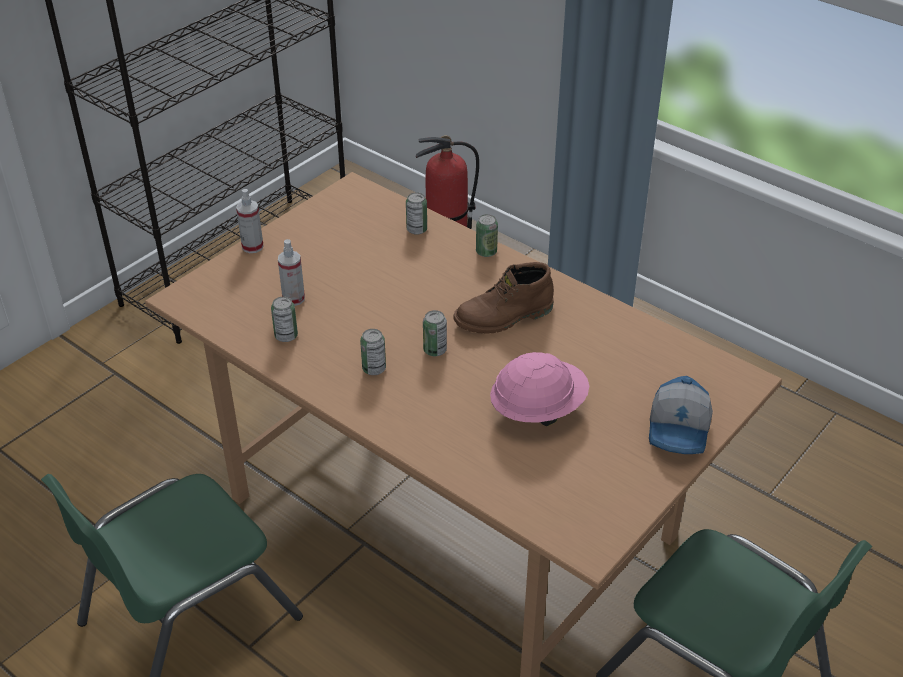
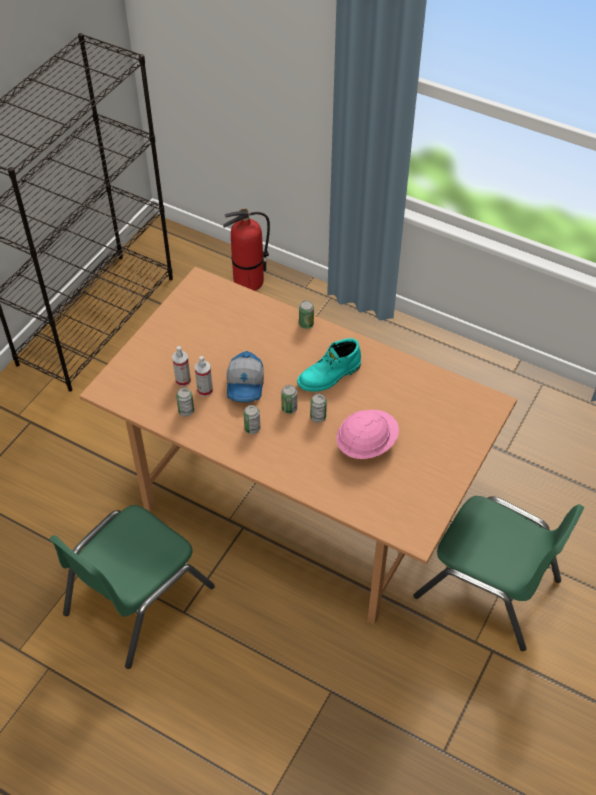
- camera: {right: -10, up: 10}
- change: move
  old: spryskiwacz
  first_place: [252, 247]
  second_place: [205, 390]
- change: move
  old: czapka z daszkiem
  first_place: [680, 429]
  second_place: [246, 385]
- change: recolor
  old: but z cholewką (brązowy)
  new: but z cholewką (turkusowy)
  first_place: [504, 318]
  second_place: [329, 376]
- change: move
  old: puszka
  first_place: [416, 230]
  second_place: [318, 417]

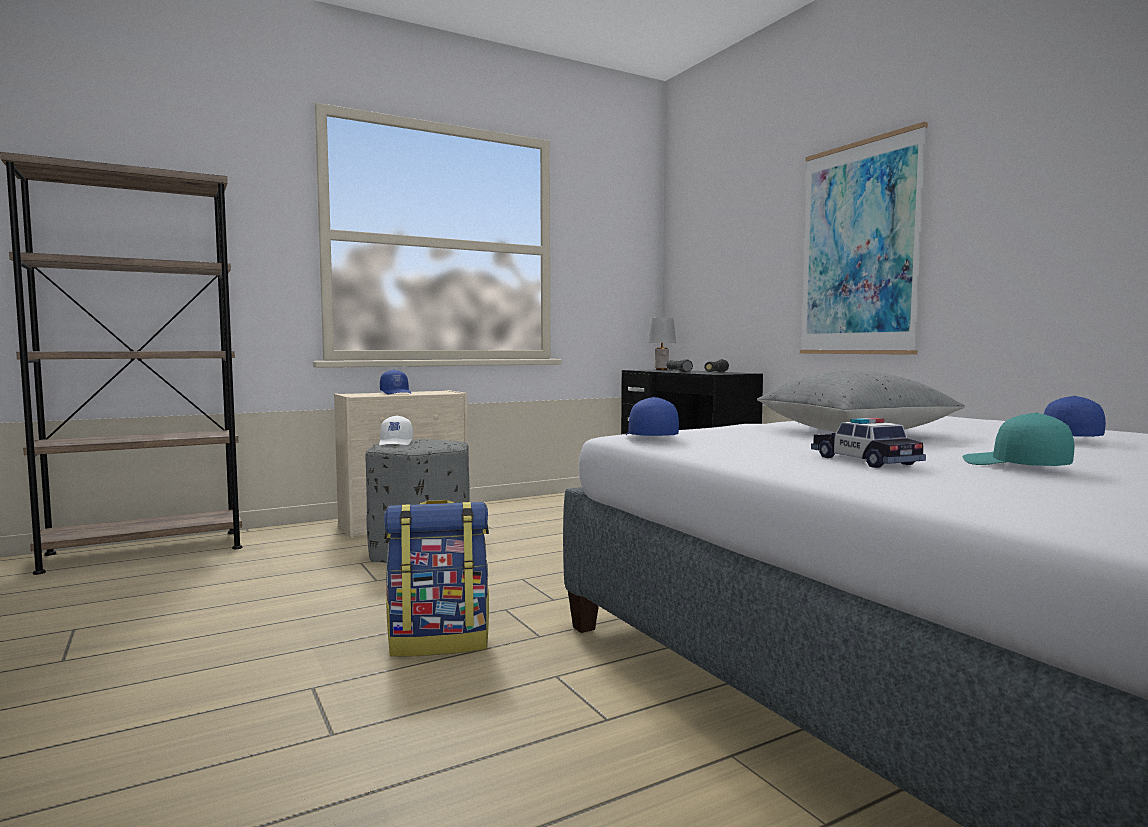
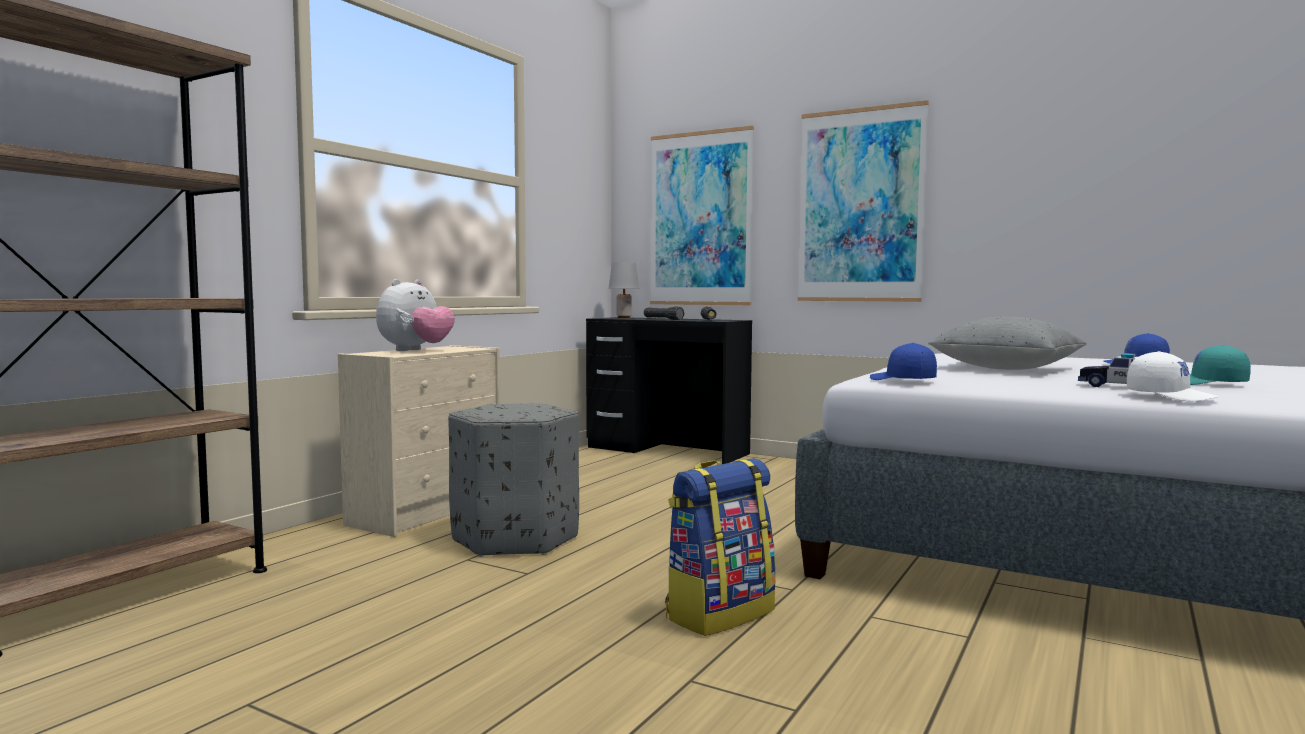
- camera: {right: -30, up: 0}
- change: replace
  old: czapka z daszkiem (niebieski)
  new: pluszak
  first_place: [396, 393]
  second_place: [415, 350]
- change: insert
  new: obraz
  second_place: [700, 219]
- change: move
  old: czapka z daszkiem (biały)
  first_place: [396, 443]
  second_place: [1170, 396]

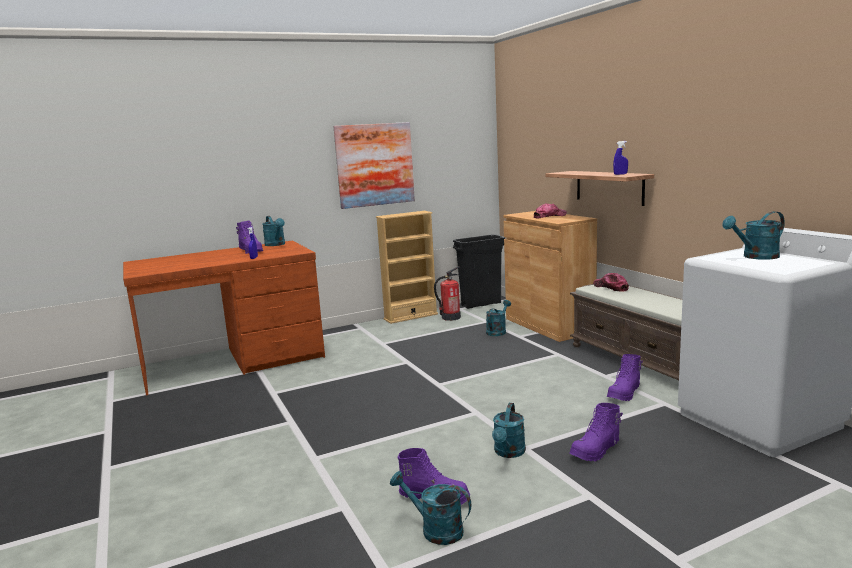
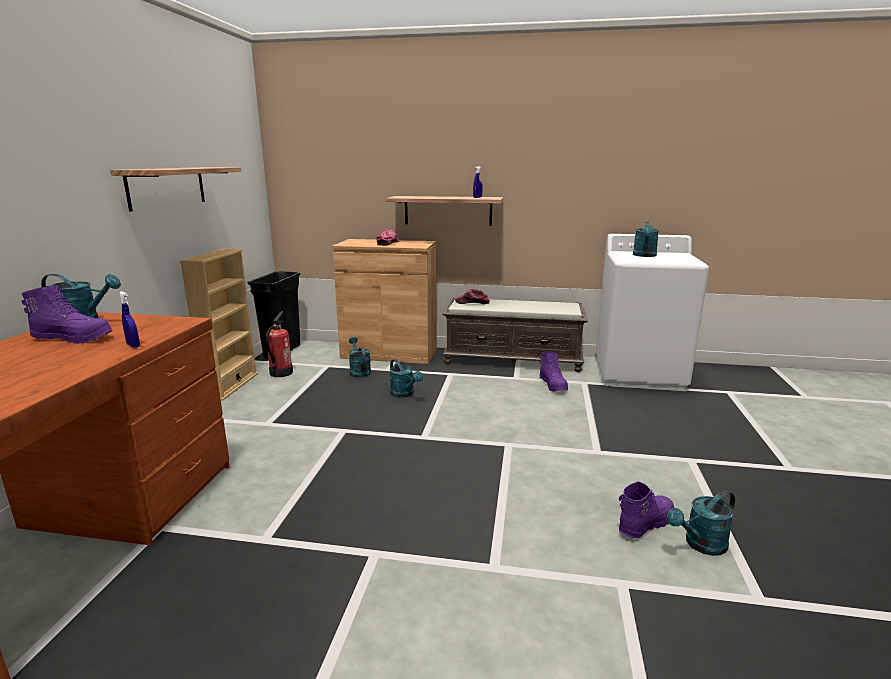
- camera: {right: -55, up: 5}
- change: replace
  old: obraz
  new: półka
  first_place: [375, 165]
  second_place: [167, 187]
- change: move
  old: konewka (turkusowy)
  first_place: [508, 453]
  second_place: [404, 394]
- change: delete
  old: but z cholewką (fioletowy)
  first_place: [596, 451]

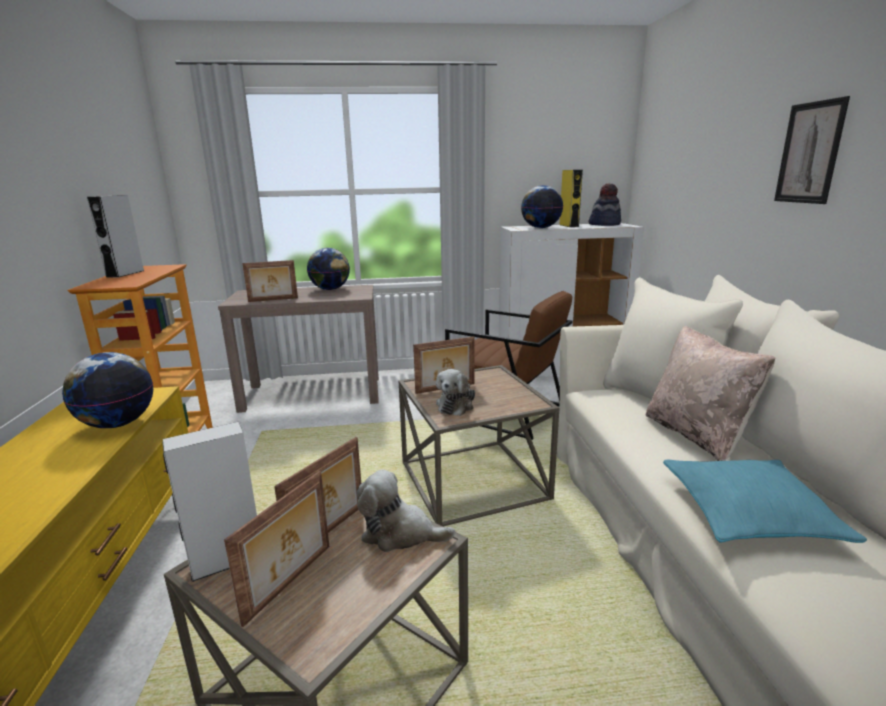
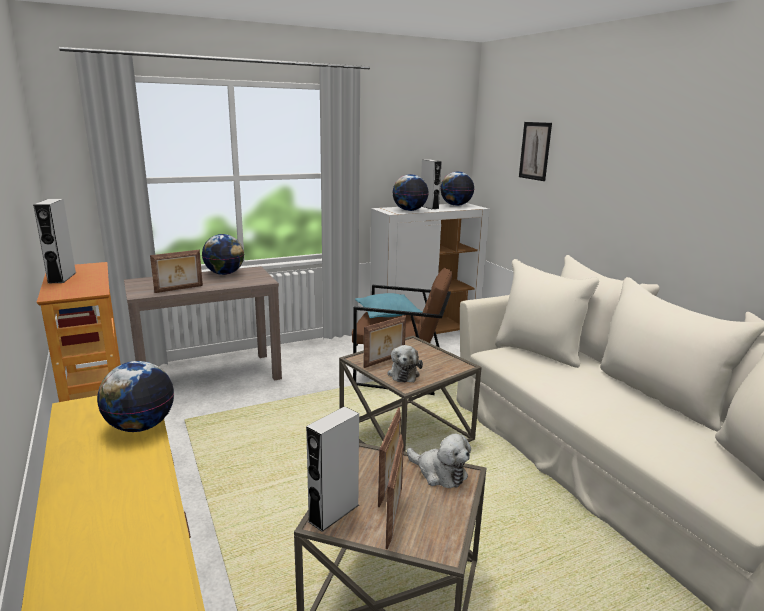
- camera: {right: -20, up: 0}
- change: move
  old: poduszka (turkusowy)
  first_place: [748, 513]
  second_place: [387, 314]
- change: rotate
  old: pluszak
  first_place: [400, 533]
  second_place: [439, 473]
  degrees: -135
- change: recolor
  old: głośnik (żółty)
  new: głośnik (szary)
  first_place: [569, 225]
  second_place: [429, 207]
- change: replace
  old: kapelusz
  new: globus
  first_place: [604, 224]
  second_place: [456, 205]
- change: move
  old: obraz
  first_place: [809, 153]
  second_place: [535, 151]
- change: delete
  old: poduszka (beżowy)
  first_place: [696, 435]

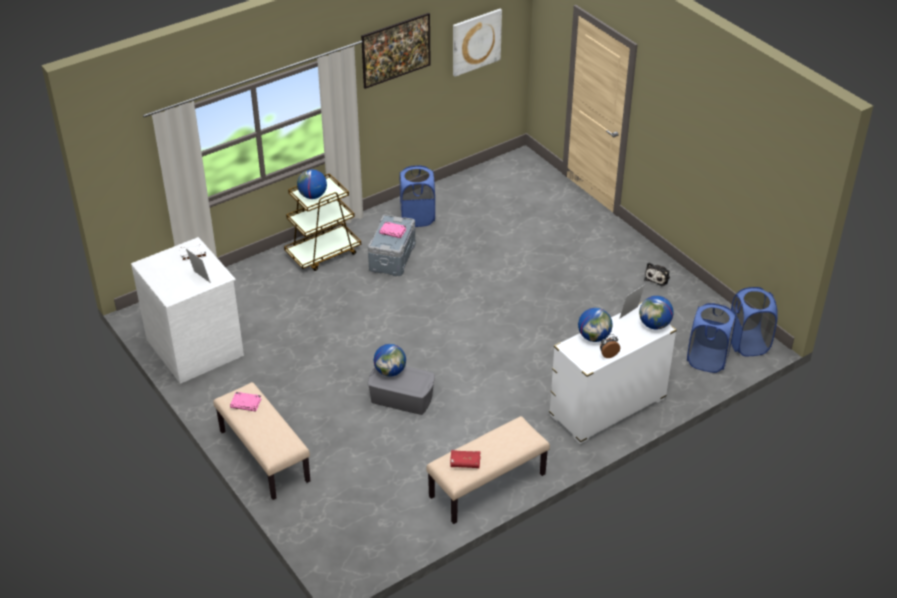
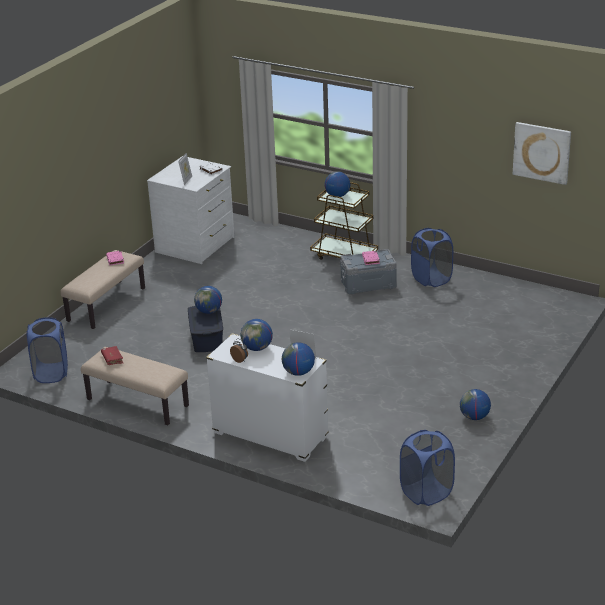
- camera: {right: 65, up: -10}
- change: move
  old: kosz na pranie (niebieski)
  first_place: [707, 360]
  second_place: [51, 373]
- change: recolor
  old: pojemnik do przechowywania (szary)
  new: pojemnik do przechowywania (niebieski)
  first_place: [402, 398]
  second_place: [206, 338]
- change: replace
  old: pluszak
  new: globus
  first_place: [658, 278]
  second_place: [474, 417]
- change: delete
  old: obraz
  first_place: [396, 63]

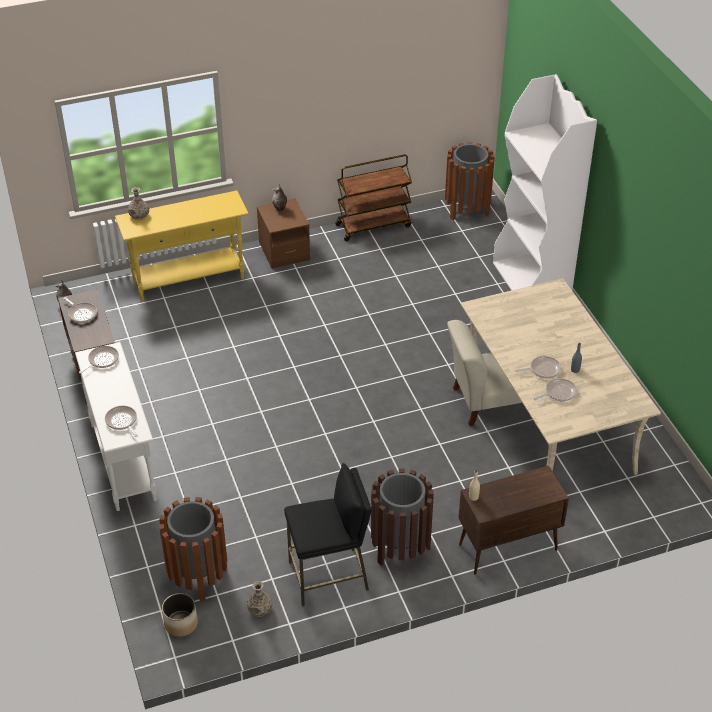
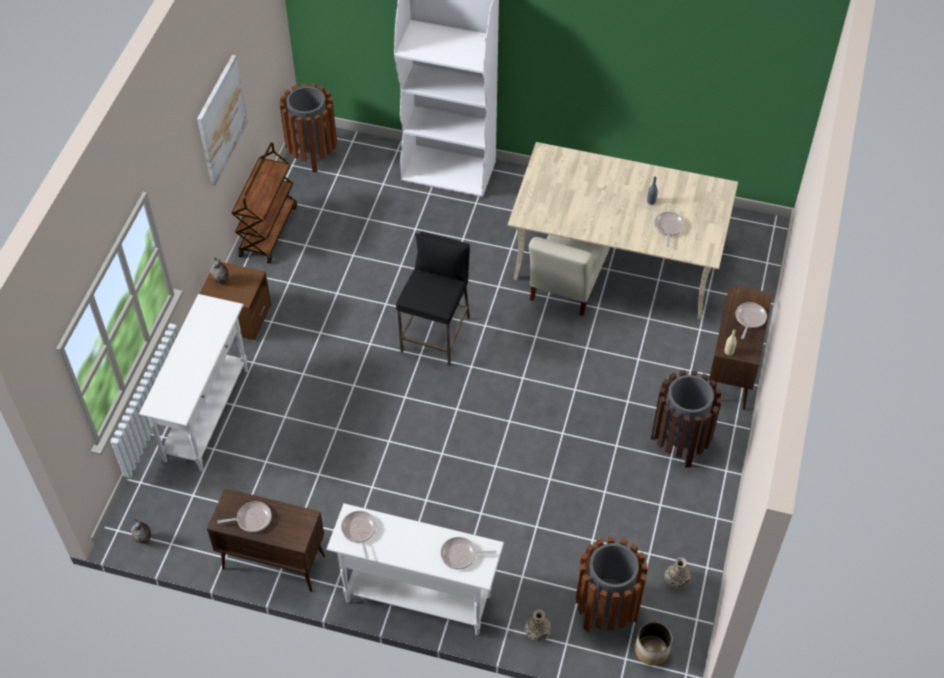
- camera: {right: -55, up: 10}
- change: recolor
  old: stolik konsolowy (żółty)
  new: stolik konsolowy (biały)
  first_place: [189, 280]
  second_place: [207, 414]
- change: insert
  new: obraz
  second_place: [221, 120]
- change: move
  old: stołek (czarny)
  first_place: [329, 576]
  second_place: [436, 334]
- change: move
  old: wazon
  first_place: [139, 215]
  second_place: [537, 632]
- change: move
  old: patelnia
  first_place: [543, 369]
  second_place: [749, 319]

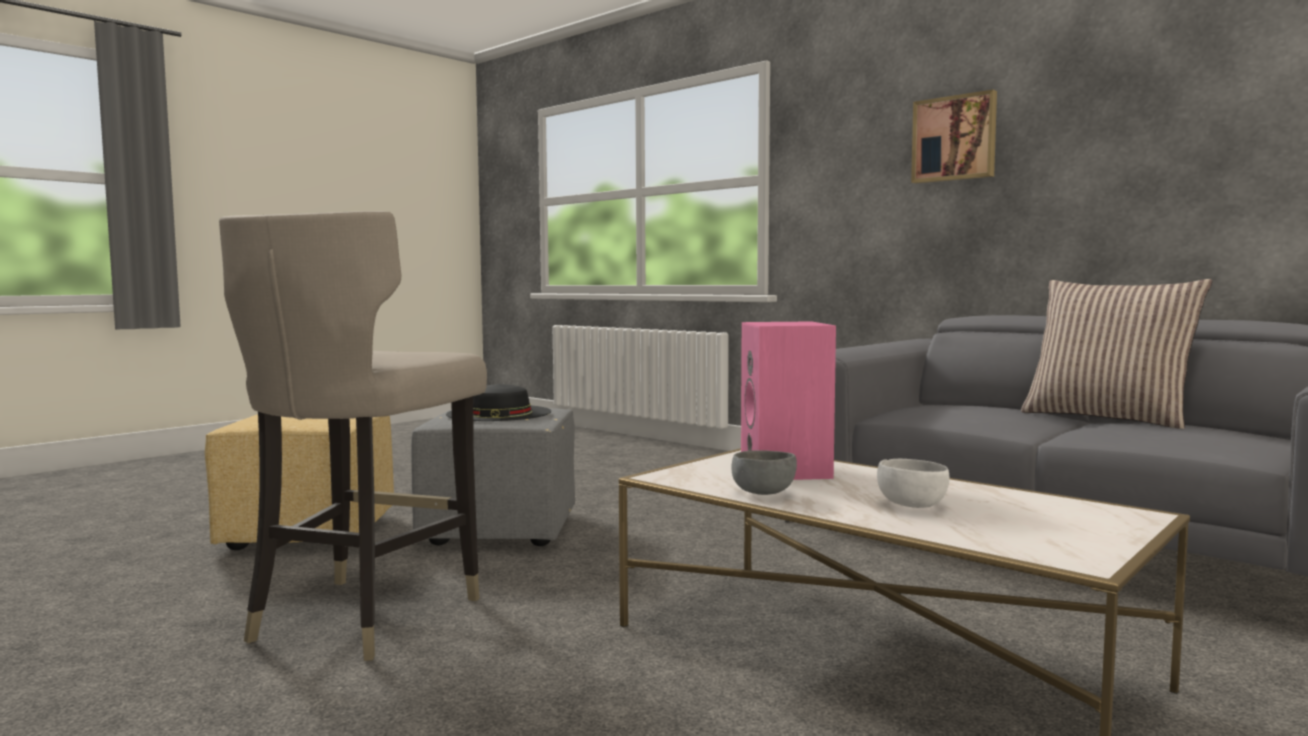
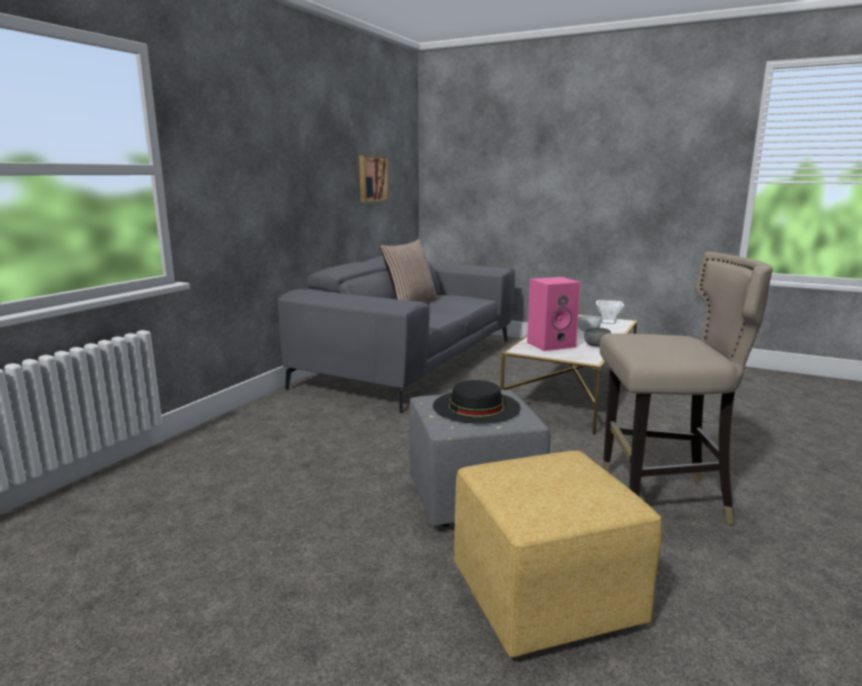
- camera: {right: -105, up: 10}
- change: move
  old: obraz
  first_place: [954, 138]
  second_place: [372, 179]
- change: insert
  new: miska
  second_place: [607, 322]

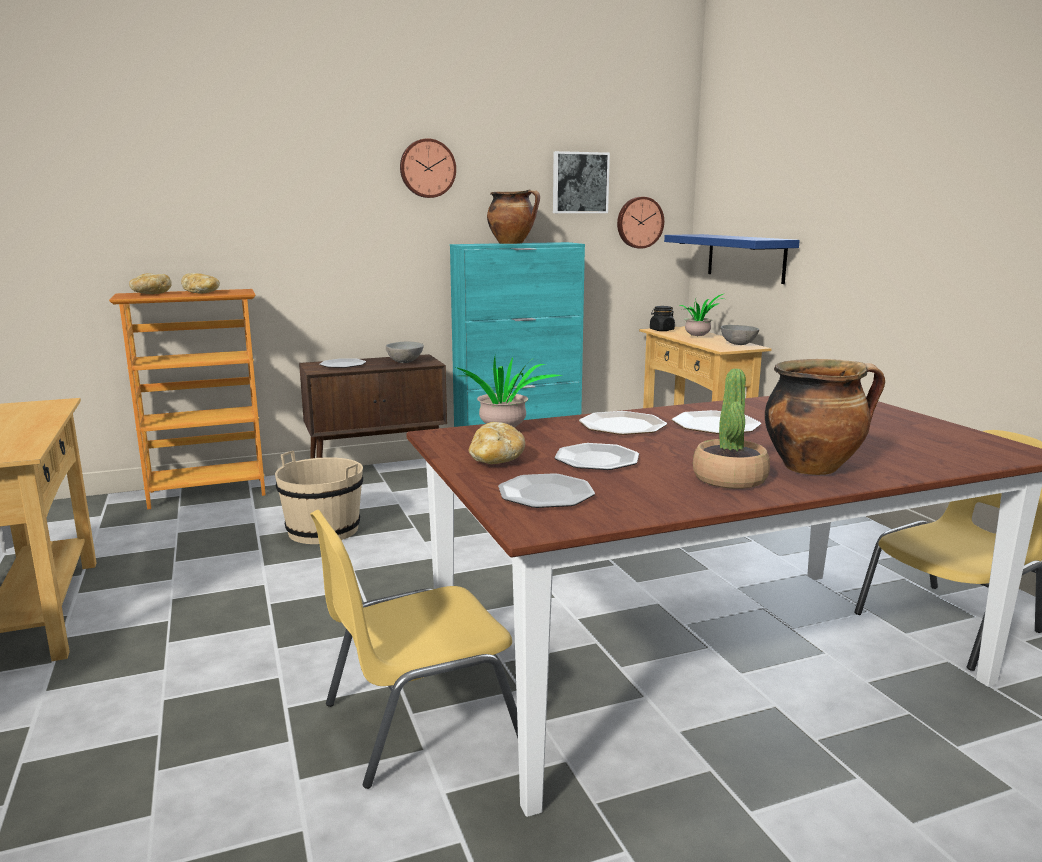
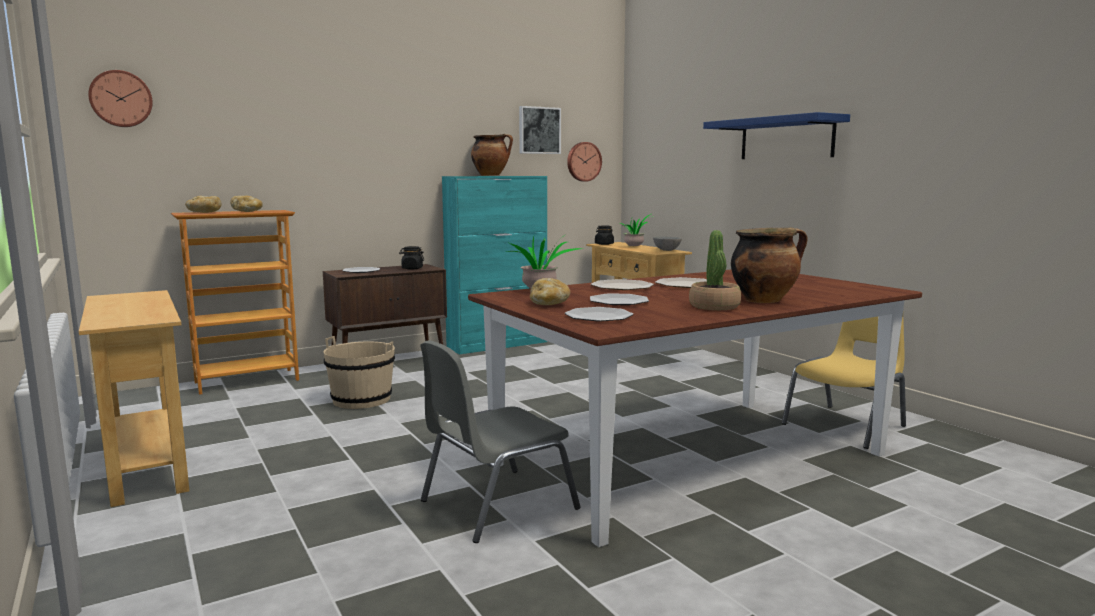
- camera: {right: -10, up: -5}
- change: move
  old: zegar ścienny
  first_place: [427, 168]
  second_place: [121, 99]
- change: replace
  old: miska (szary)
  new: słoik (czarny)
  first_place: [405, 362]
  second_place: [412, 268]
- change: recolor
  old: krzesło (żółty)
  new: krzesło (szary)
  first_place: [418, 721]
  second_place: [495, 505]
- change: move
  old: półka (niebieski)
  first_place: [745, 257]
  second_place: [786, 138]

